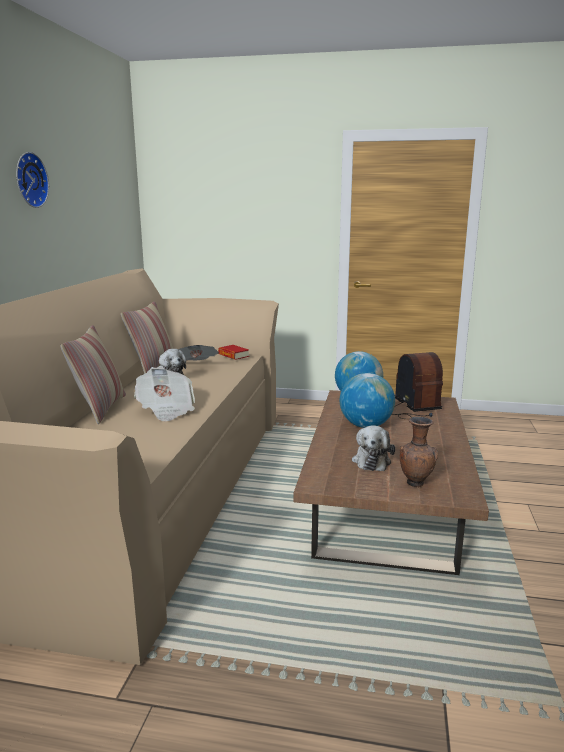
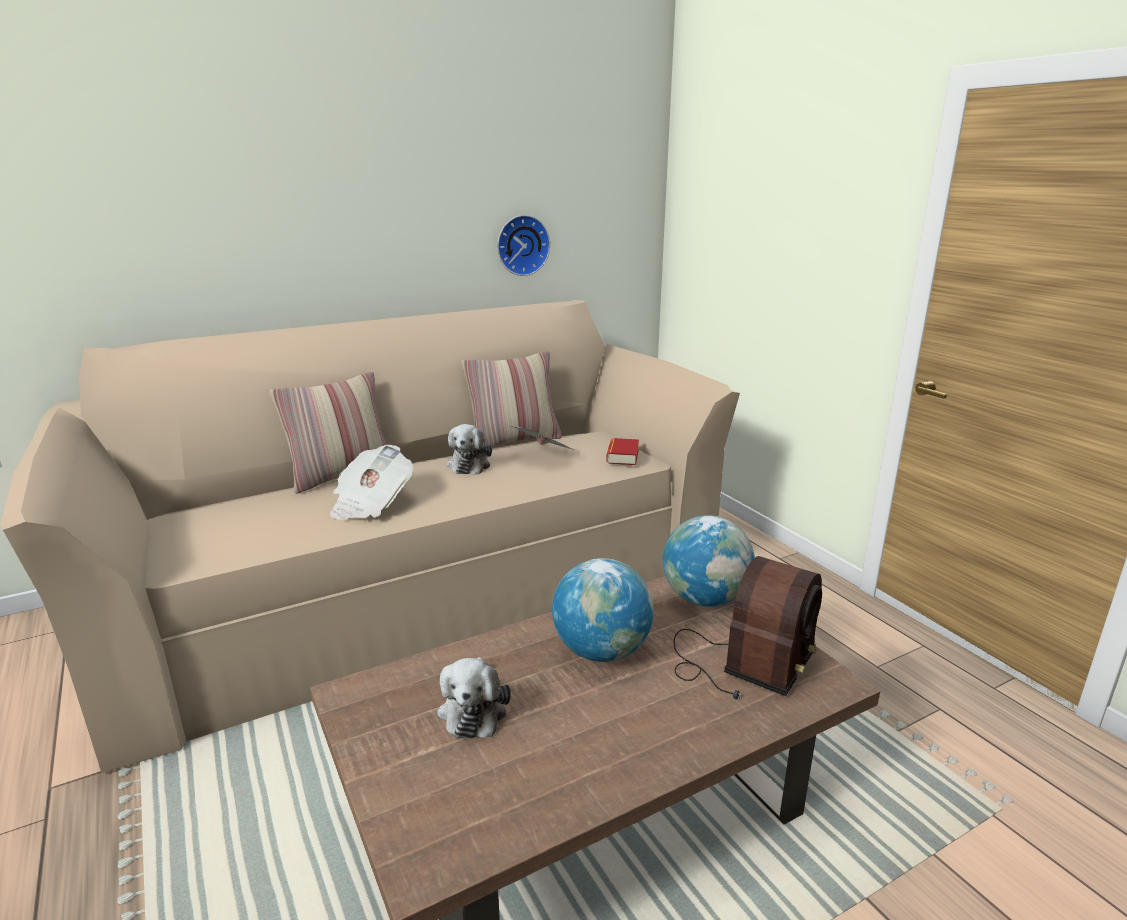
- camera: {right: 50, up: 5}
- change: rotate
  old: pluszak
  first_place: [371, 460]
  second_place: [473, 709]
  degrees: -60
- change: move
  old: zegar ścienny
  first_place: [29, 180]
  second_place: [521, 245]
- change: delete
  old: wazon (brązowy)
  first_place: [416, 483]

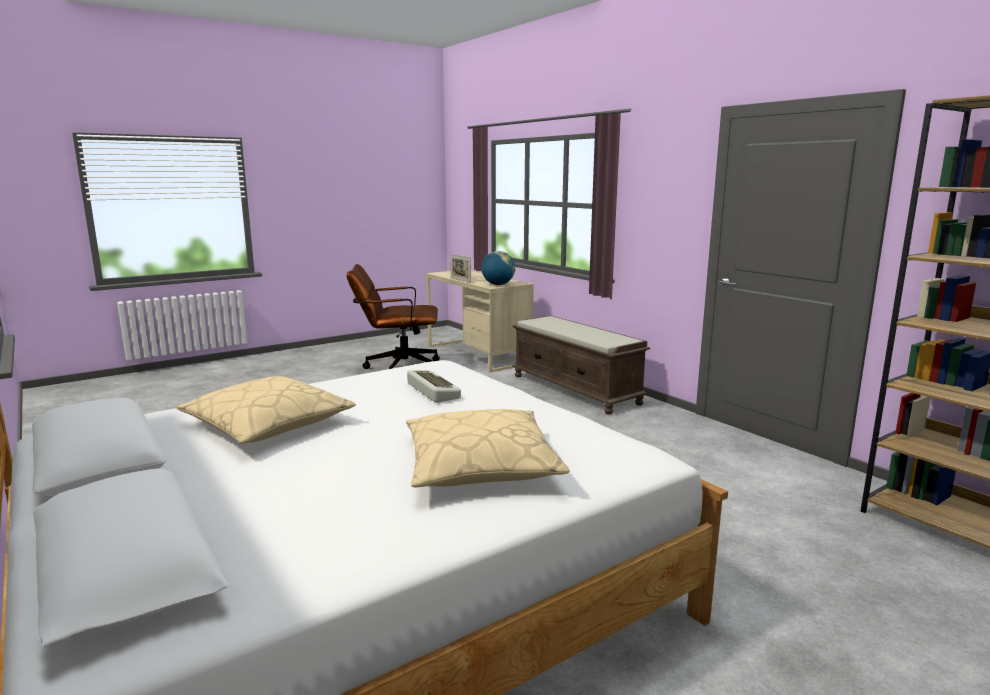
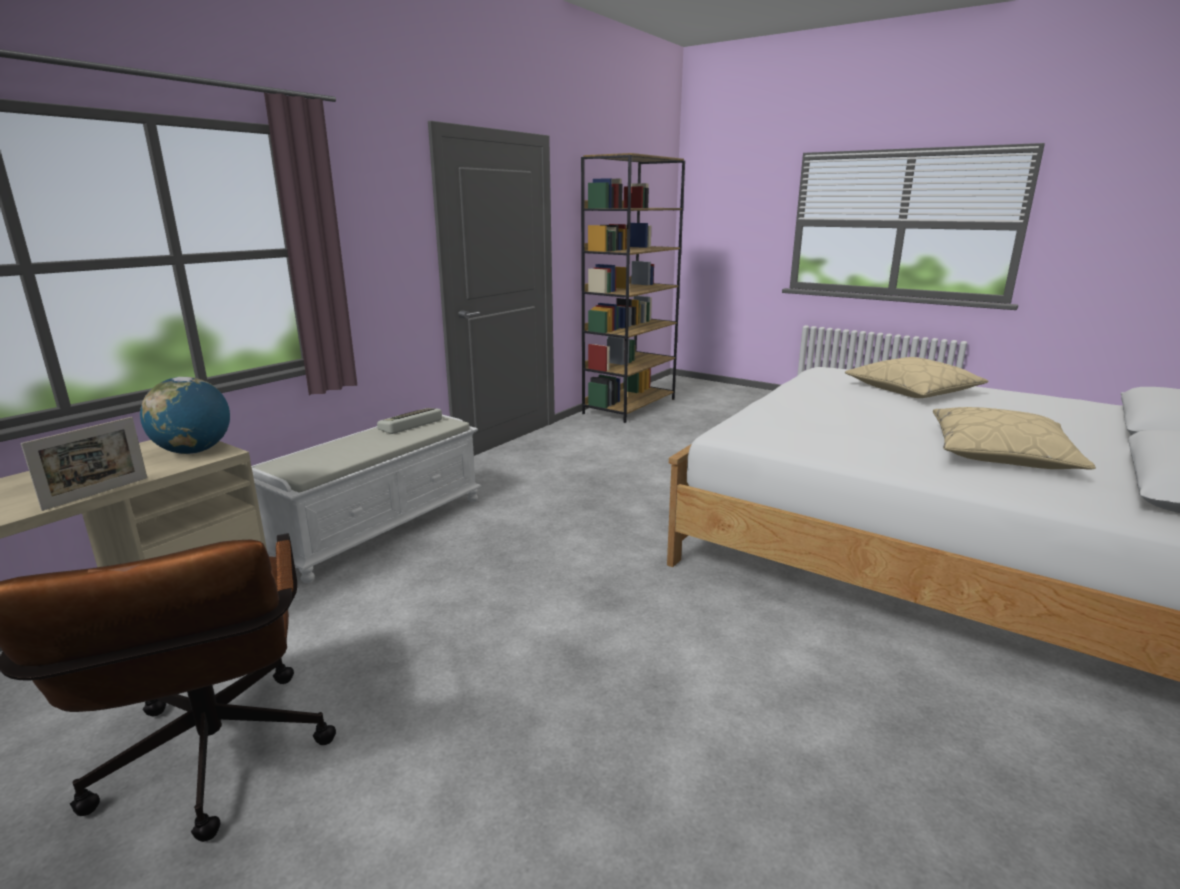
- camera: {right: -110, up: 5}
- change: recolor
  old: ławka (brązowy)
  new: ławka (biały)
  first_place: [576, 389]
  second_place: [380, 527]
- change: move
  old: klawiatura
  first_place: [431, 391]
  second_place: [411, 425]

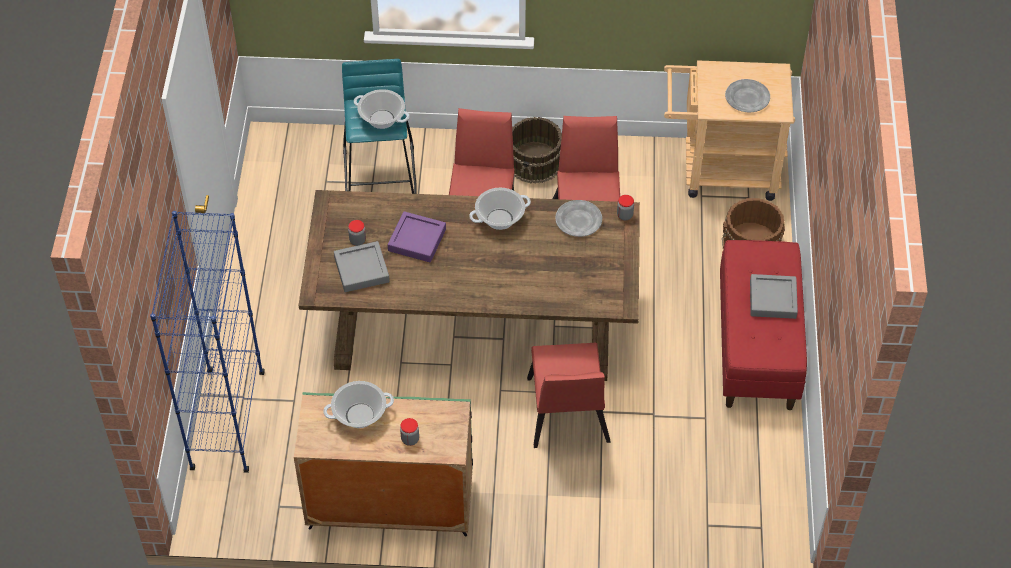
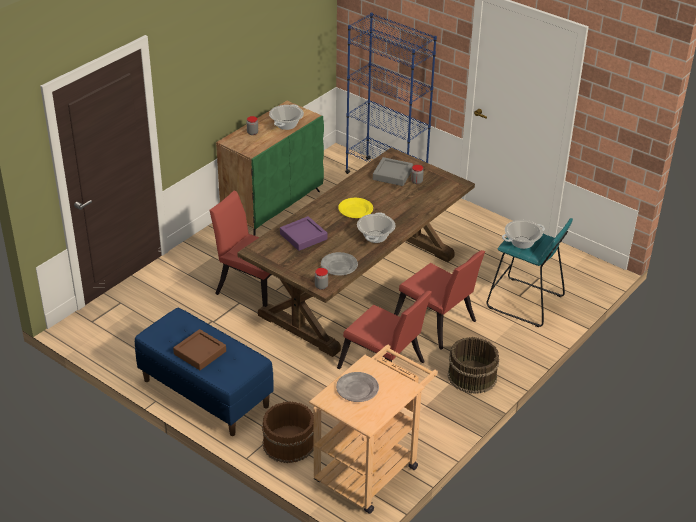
- camera: {right: 125, up: -15}
- change: recolor
  old: ławka (czerwony)
  new: ławka (niebieski)
  first_place: [757, 347]
  second_place: [205, 393]
- change: recolor
  old: taca (szary)
  new: taca (brązowy)
  first_place: [772, 299]
  second_place: [200, 353]
- change: move
  old: taca (fioletowy)
  first_place: [417, 240]
  second_place: [303, 236]
- change: insert
  new: talerz (żółty)
  second_place: [356, 210]

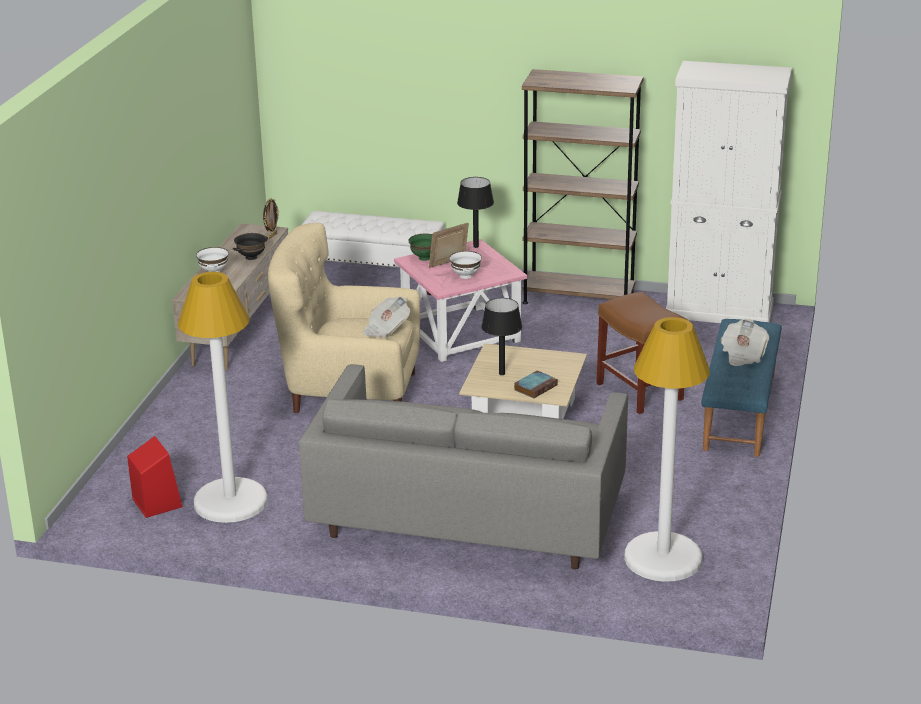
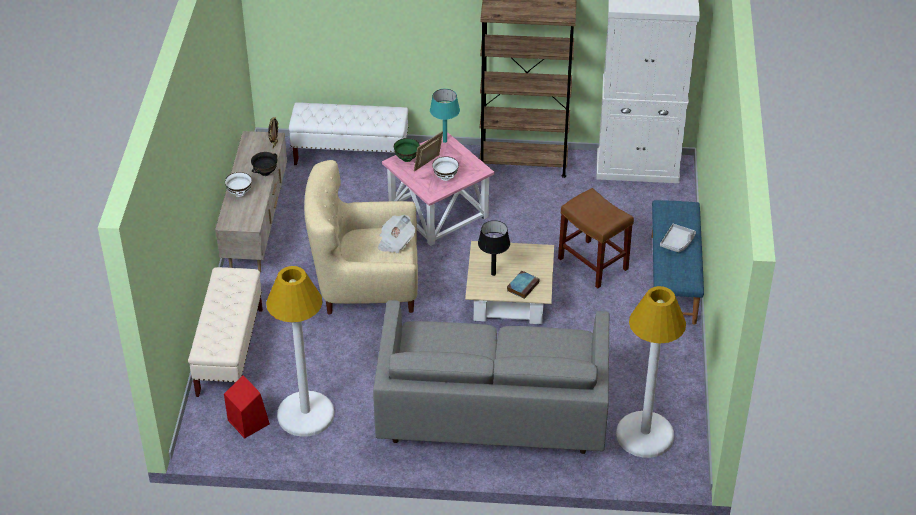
- camera: {right: -10, up: 15}
- change: insert
  new: ławka (beżowy)
  second_place: [230, 352]
- change: recolor
  old: lampa stołowa (czarny)
  new: lampa stołowa (turkusowy)
  first_place: [475, 246]
  second_place: [444, 141]
- change: replace
  old: gazeta
  new: taca (szary)
  first_place: [743, 355]
  second_place: [677, 242]

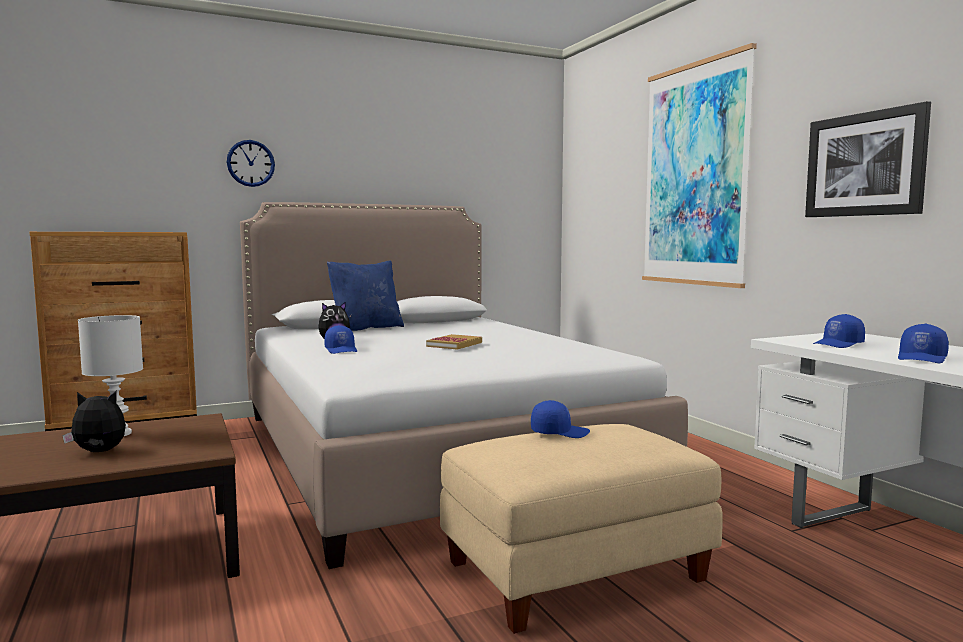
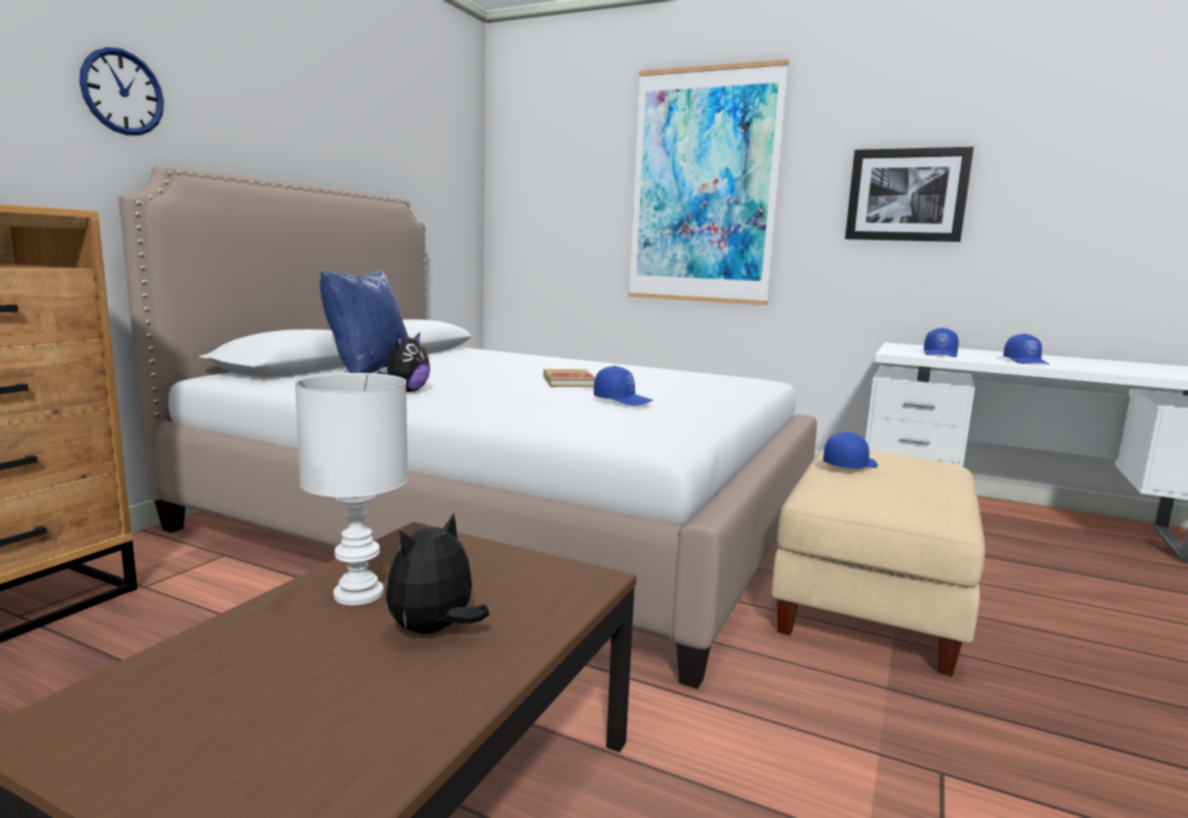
- camera: {right: -40, up: 5}
- change: move
  old: czapka z daszkiem (niebieski)
  first_place: [342, 350]
  second_place: [622, 400]

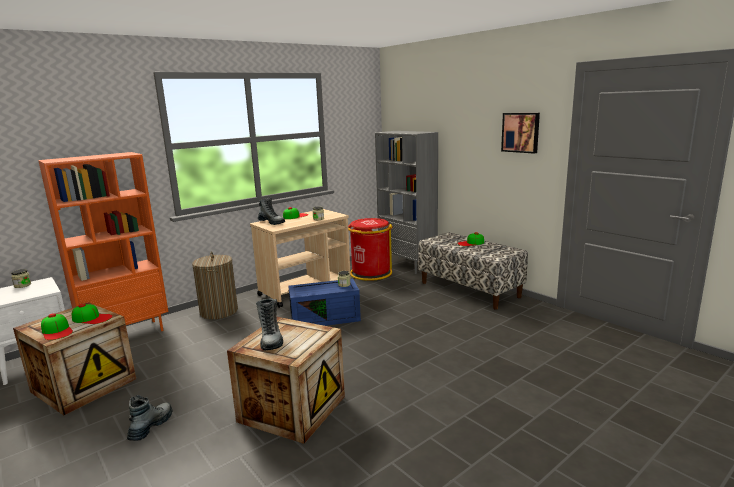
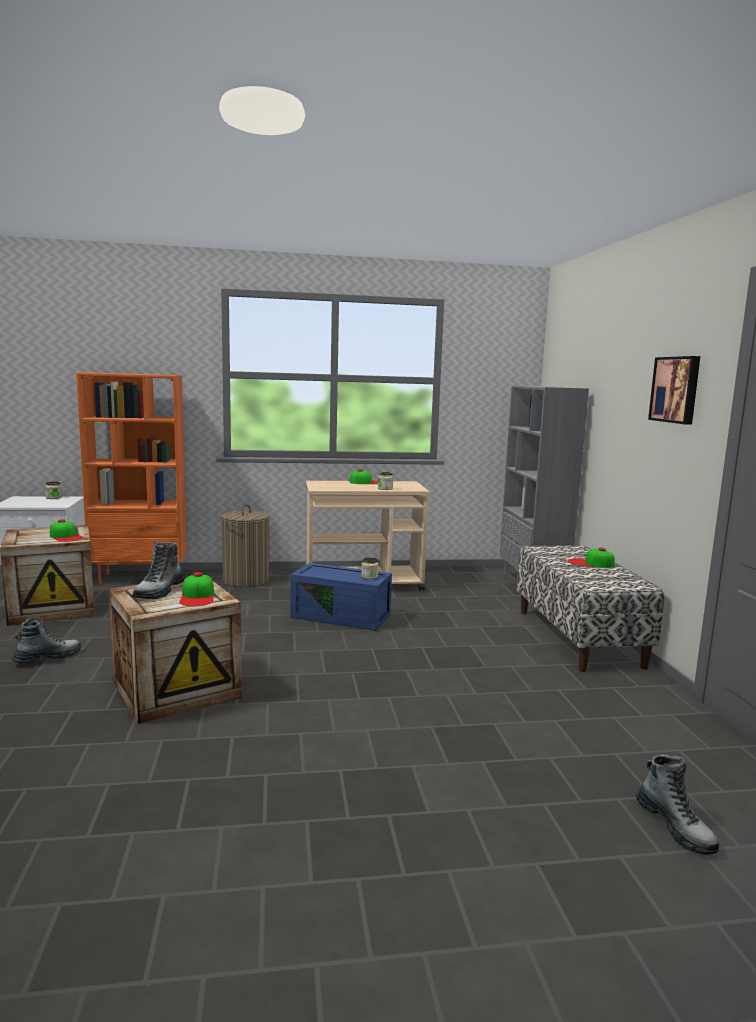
- camera: {right: 30, up: -5}
- change: move
  old: czapka z daszkiem
  first_place: [57, 331]
  second_place: [197, 596]
- change: move
  old: but z cholewką
  first_place: [272, 222]
  second_place: [675, 827]
- change: delete
  old: kosz na śmieci (czerwony)
  first_place: [370, 273]

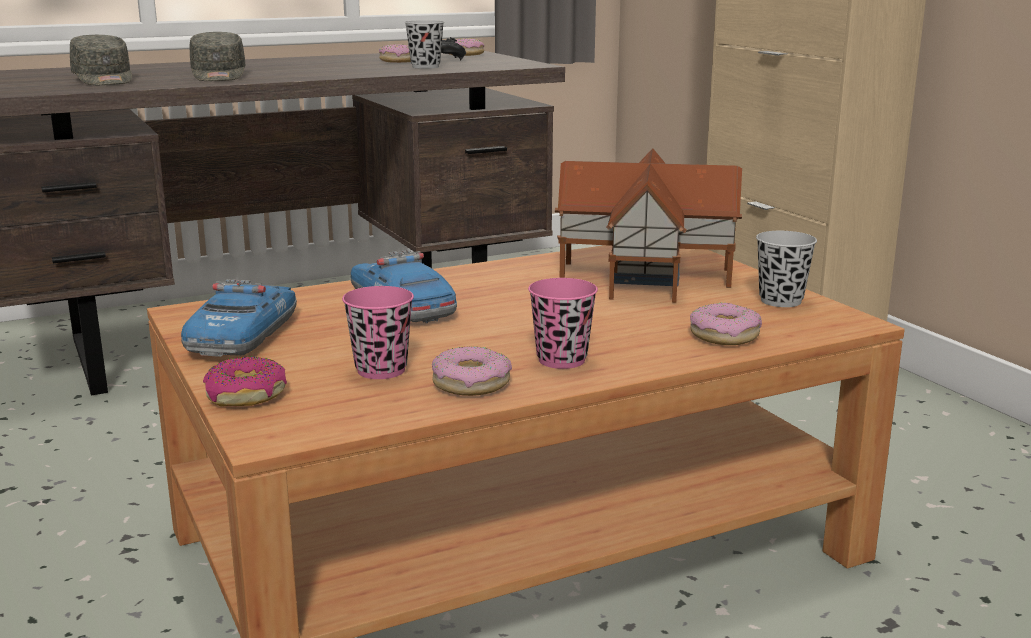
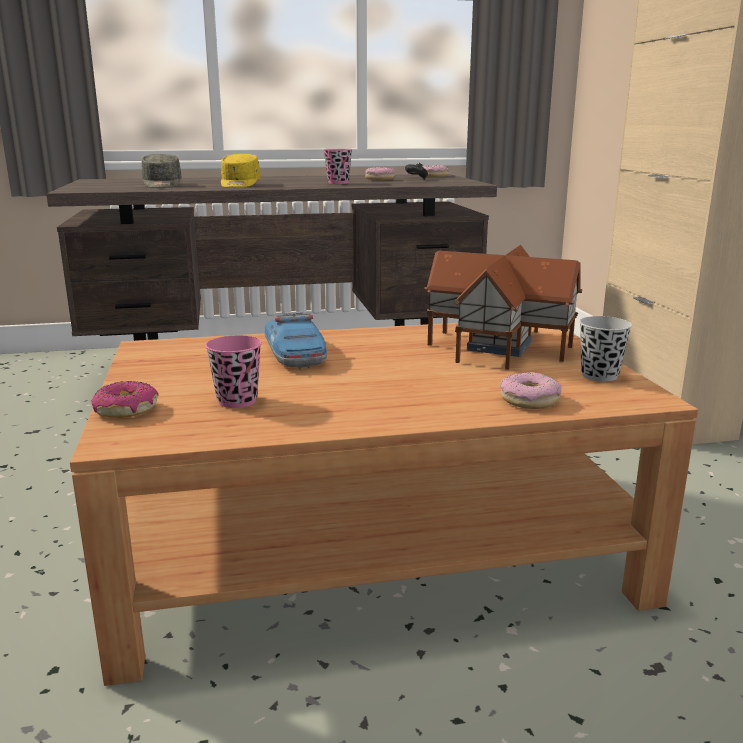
- camera: {right: 15, up: 0}
- change: recolor
  old: czapka z daszkiem (szary)
  new: czapka z daszkiem (żółty)
  first_place: [218, 76]
  second_place: [239, 185]
- change: move
  old: filiżanka (różowy)
  first_place: [561, 360]
  second_place: [338, 183]
- change: delete
  old: samochodzik
  first_place: [244, 335]
- change: delete
  old: filiżanka (czarny)
  first_place: [425, 67]
- change: delete
  old: donut
  first_place: [471, 383]

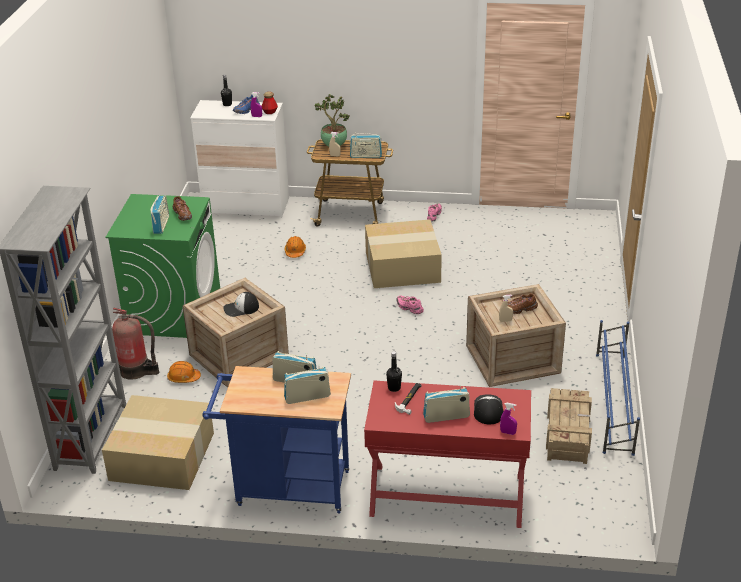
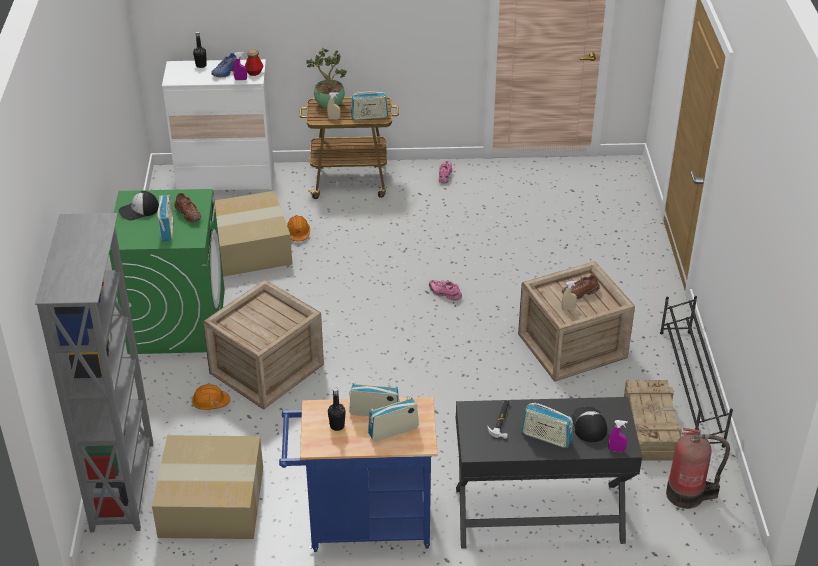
- camera: {right: -10, up: 5}
- change: move
  old: czapka z daszkiem
  first_place: [241, 308]
  second_place: [139, 210]
- change: move
  old: karton
  first_place: [403, 266]
  second_place: [248, 247]
- change: move
  old: butelka (czarny)
  first_place: [394, 388]
  second_place: [337, 426]
- change: recolor
  old: biurko (czerwony)
  new: biurko (czarny)
  first_place: [446, 496]
  second_place: [538, 515]
- change: rotate
  old: radio
  first_place: [446, 416]
  second_place: [546, 437]
  degrees: -135
- change: recolor
  old: regał na buty (niebieski)
  new: regał na buty (czarny)
  first_place: [613, 402]
  second_place: [690, 387]
- change: move
  old: gaśnica
  first_place: [137, 370]
  second_place: [688, 494]

